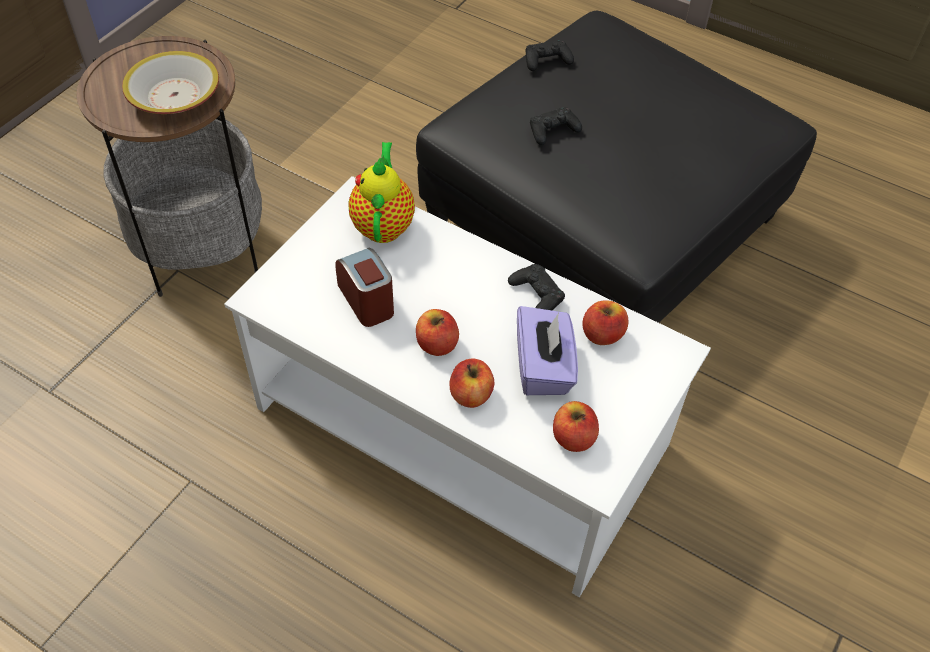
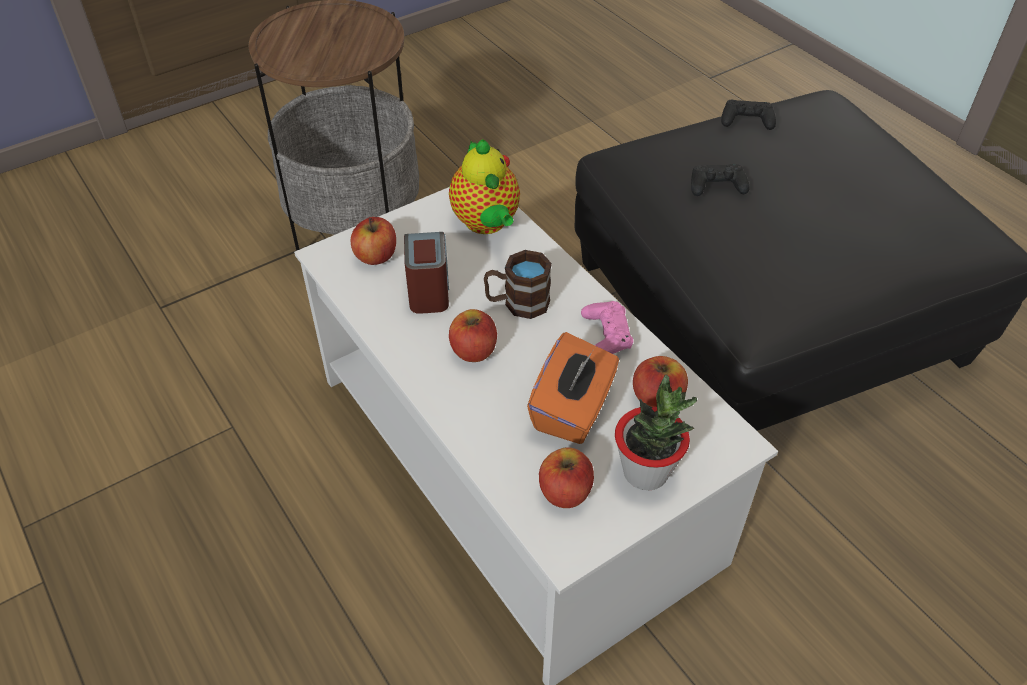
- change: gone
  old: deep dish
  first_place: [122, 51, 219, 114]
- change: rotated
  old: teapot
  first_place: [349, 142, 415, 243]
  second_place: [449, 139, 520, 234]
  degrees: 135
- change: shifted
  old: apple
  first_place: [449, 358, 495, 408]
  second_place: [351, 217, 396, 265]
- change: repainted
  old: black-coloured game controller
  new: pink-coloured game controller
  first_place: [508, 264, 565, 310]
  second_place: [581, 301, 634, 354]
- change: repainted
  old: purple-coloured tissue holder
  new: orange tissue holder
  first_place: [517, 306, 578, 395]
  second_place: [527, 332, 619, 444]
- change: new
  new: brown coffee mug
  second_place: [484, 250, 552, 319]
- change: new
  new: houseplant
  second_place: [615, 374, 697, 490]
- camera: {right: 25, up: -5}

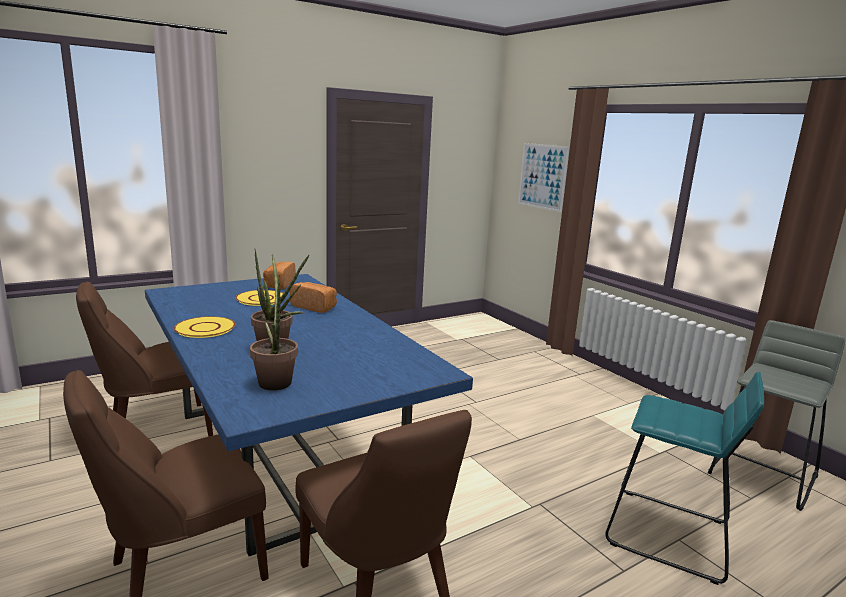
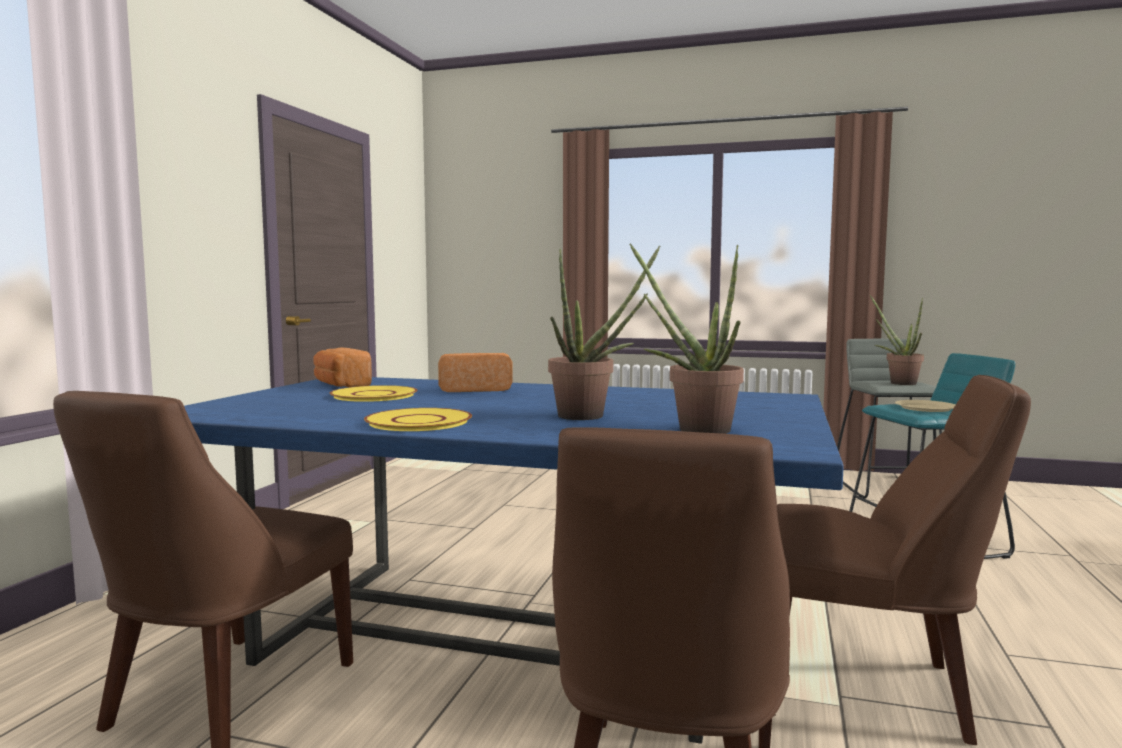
- change: gone
  old: picture
  first_place: [518, 143, 570, 212]
- change: new
  new: houseplant
  second_place: [870, 295, 924, 385]
- change: new
  new: sand-coloured dinner plate
  second_place: [895, 400, 956, 412]
- camera: {right: -40, up: -10}

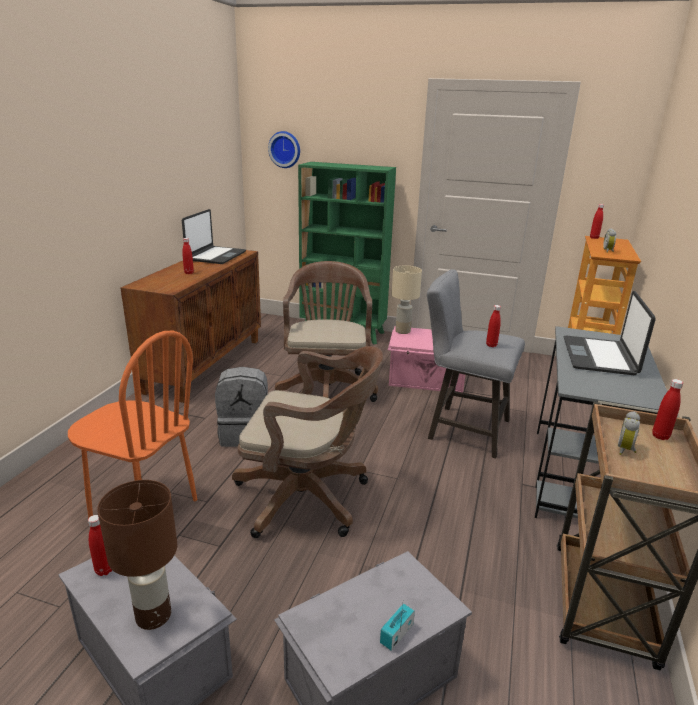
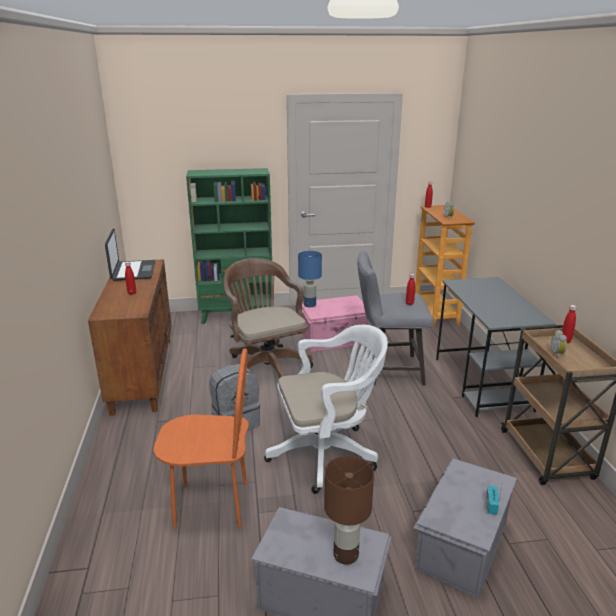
- change: gone
  old: red beverage bottle
  first_place: [88, 515, 112, 576]
- change: repainted
  old: brown computer chair
  new: white computer chair
  first_place: [232, 346, 383, 538]
  second_place: [264, 325, 388, 494]
- change: gone
  old: clock on the wall
  first_place: [268, 131, 300, 168]
- change: repainted
  old: sand-coloured tabletop lamp
  new: blue-coloured tabletop lamp
  first_place: [392, 266, 422, 334]
  second_place: [298, 251, 322, 307]
- change: gone
  old: laptop
  first_place: [564, 291, 656, 375]
- camera: {right: -25, up: 0}

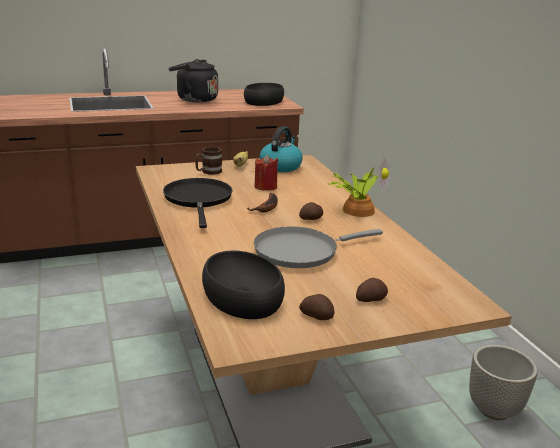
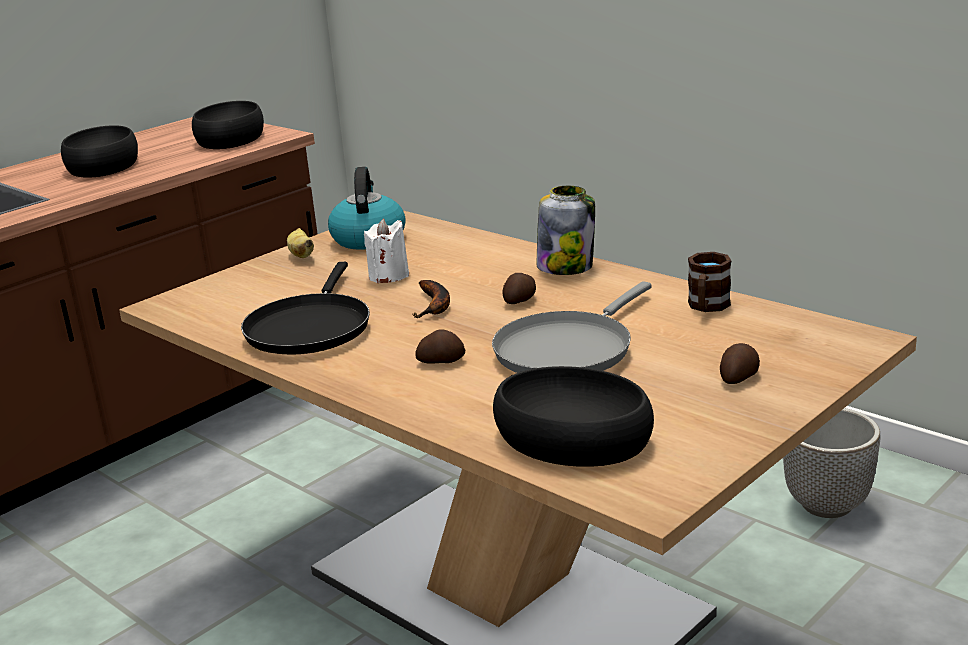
- change: rotated
  old: black-coloured pan
  first_place: [163, 178, 232, 228]
  second_place: [241, 262, 370, 355]
  degrees: -135
- change: swapped
  old: black-coloured tea kettle
  new: black-coloured deep dish
  first_place: [169, 59, 218, 103]
  second_place: [61, 125, 138, 178]
- change: shifted
  old: brown coffee mug
  first_place: [195, 147, 222, 175]
  second_place: [688, 252, 731, 312]
- change: repainted
  old: red wax candle
  new: white wax candle
  first_place: [254, 155, 278, 191]
  second_place: [364, 218, 409, 283]
- change: shifted
  old: spud
  first_place: [299, 294, 335, 320]
  second_place: [415, 329, 465, 364]
- change: swapped
  old: houseplant
  new: preserve jar
  first_place: [328, 157, 391, 217]
  second_place: [537, 186, 595, 275]
- camera: {right: -25, up: 0}

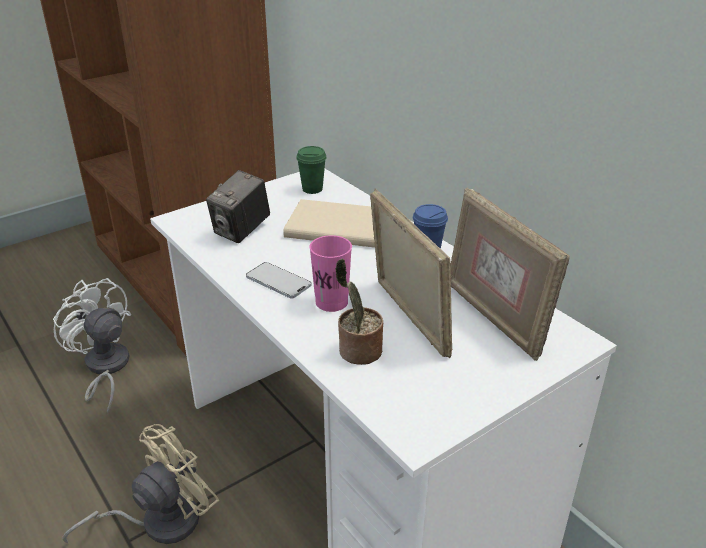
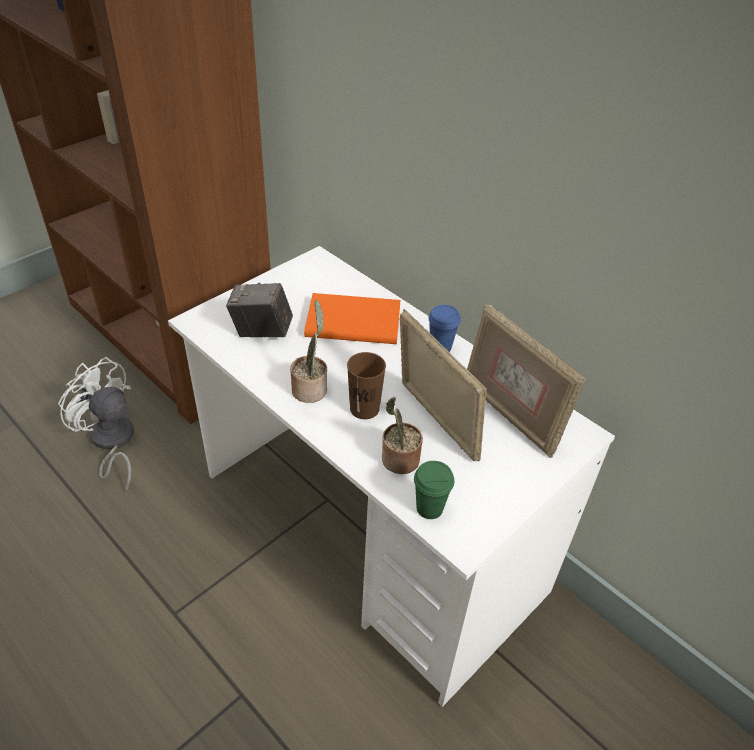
- change: gone
  old: sand-coloured cooling fan
  first_place: [62, 424, 219, 544]
- change: rotated
  old: photo camera
  first_place: [206, 170, 270, 243]
  second_place: [226, 283, 293, 338]
  degrees: 75
- change: swapped
  old: handset
  new: houseplant
  first_place: [246, 262, 312, 299]
  second_place: [290, 300, 327, 403]
- change: repainted
  old: sand-coloured bound book
  new: orange bound book
  first_place: [283, 199, 375, 248]
  second_place: [304, 293, 401, 344]
- change: shifted
  old: green drinking cup
  first_place: [296, 146, 327, 194]
  second_place: [414, 461, 454, 519]
- change: repainted
  old: pink-coloured drinking cup
  new: brown drinking cup
  first_place: [309, 235, 352, 312]
  second_place: [347, 352, 386, 419]
- camera: {right: -10, up: 10}

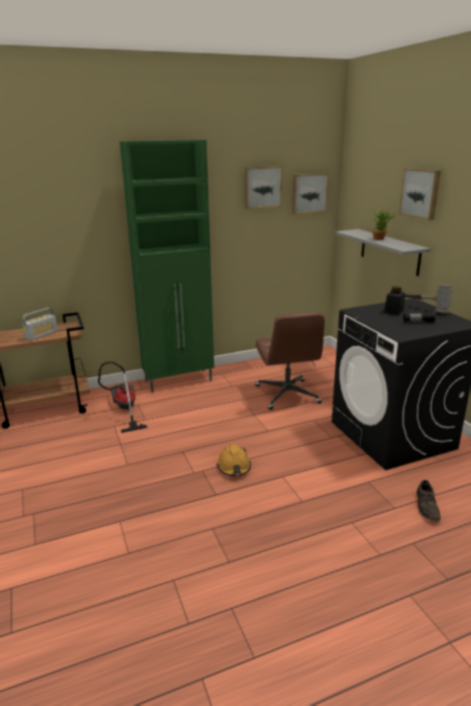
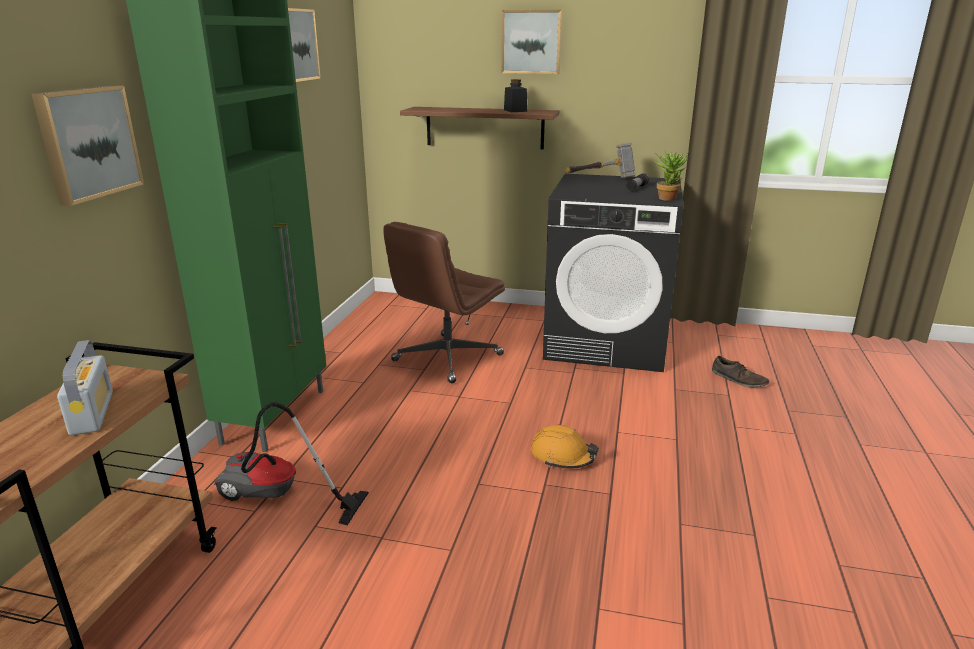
- change: rotated
  old: brown computer chair
  first_place: [255, 312, 325, 410]
  second_place: [383, 222, 505, 383]
  degrees: 105
- change: shifted
  old: picture
  first_place: [292, 173, 329, 214]
  second_place: [31, 85, 144, 206]
- change: repainted
  old: grey wall shelf
  new: brown wall shelf
  first_place: [335, 229, 430, 276]
  second_place: [400, 107, 559, 150]
- change: shifted
  old: houseplant
  first_place: [372, 209, 395, 240]
  second_place: [653, 151, 689, 201]
- change: shifted
  old: black-coloured preserve jar
  first_place: [384, 286, 405, 315]
  second_place: [504, 79, 527, 112]
- camera: {right: -55, up: 0}

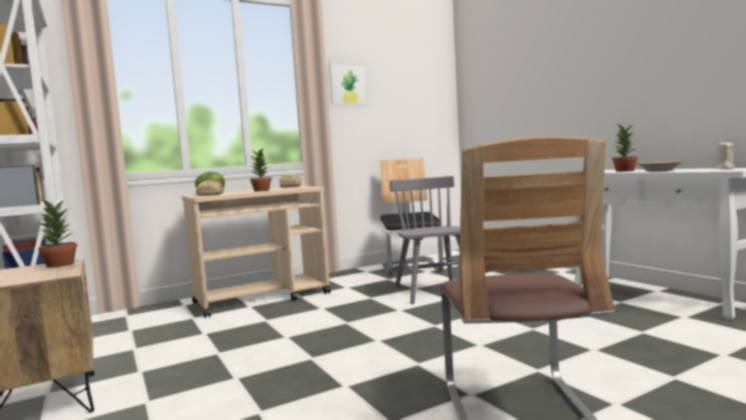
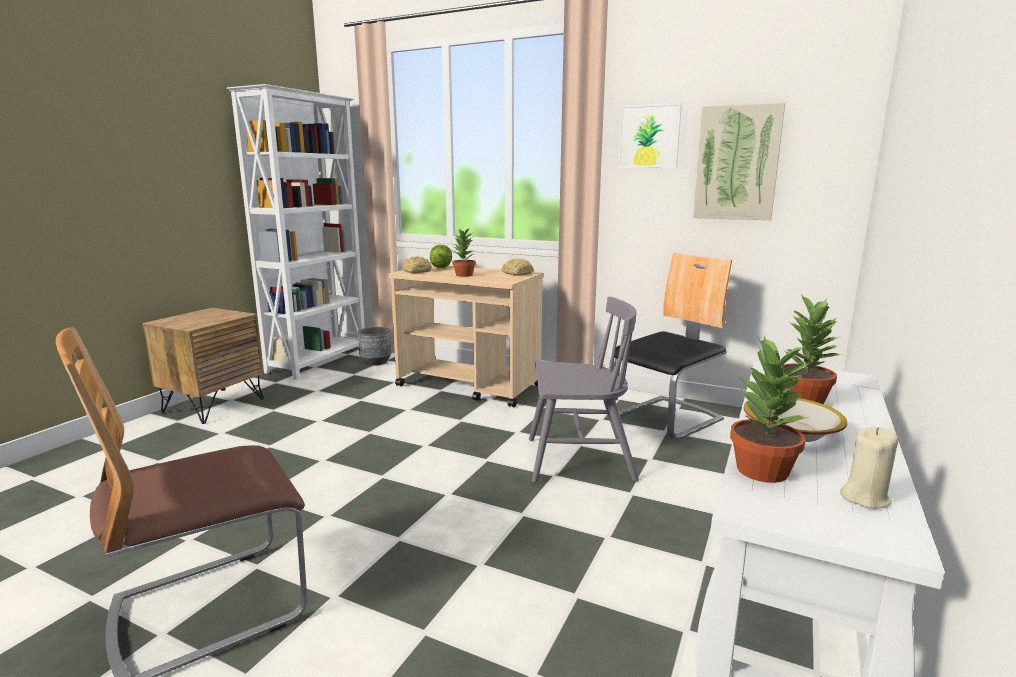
- change: shifted
  old: houseplant
  first_place: [38, 198, 77, 267]
  second_place: [730, 336, 810, 483]
- change: rotated
  old: grey plain chair
  first_place: [390, 176, 460, 304]
  second_place: [529, 297, 639, 482]
  degrees: 45
- change: new
  new: grey plant pot
  second_place: [358, 327, 391, 366]
- change: new
  new: picture
  second_place: [693, 103, 785, 220]
- camera: {right: 55, up: 10}

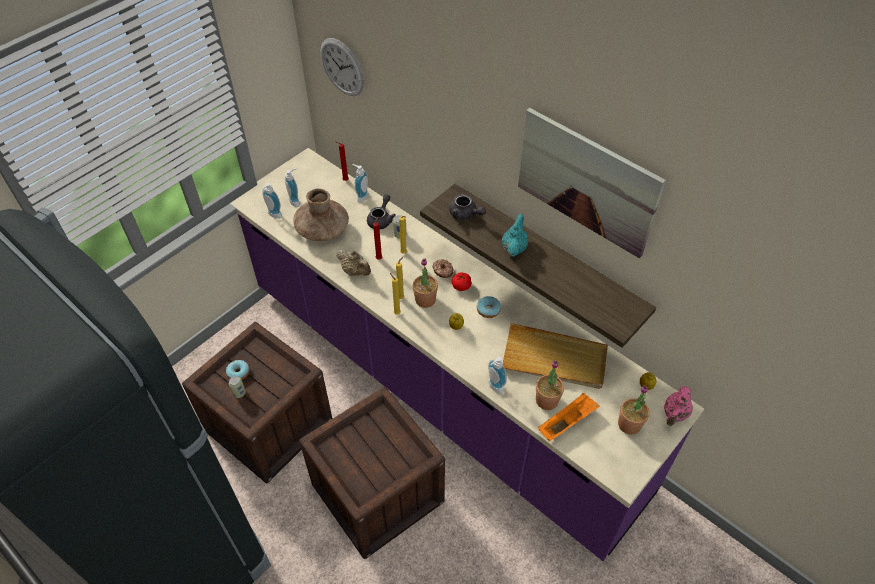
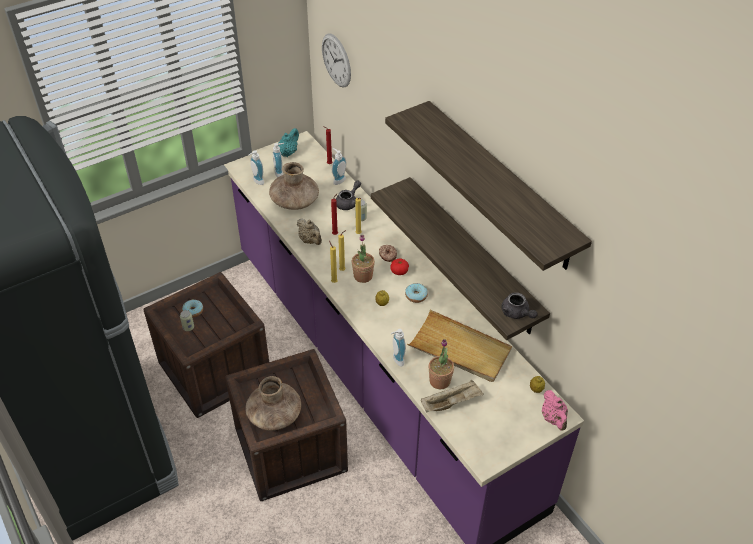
- change: shifted
  old: grey teapot
  first_place: [449, 194, 486, 220]
  second_place: [501, 292, 537, 319]
- change: shifted
  old: turquoise teapot
  first_place: [502, 214, 528, 257]
  second_place: [278, 128, 299, 157]
- change: swapped
  old: picture
  new: wall shelf
  first_place: [518, 108, 666, 258]
  second_place: [385, 101, 592, 271]
- change: repainted
  old: orange carrying tray
  new: sand-coloured carrying tray
  first_place: [538, 393, 600, 441]
  second_place: [421, 380, 484, 412]
- change: gone
  old: houseplant
  first_place: [618, 385, 649, 435]
- change: rotated
  old: pink-coloured teapot
  first_place: [664, 386, 693, 426]
  second_place: [542, 390, 568, 431]
  degrees: -60
- change: new
  new: brown vase
  second_place: [245, 376, 301, 431]
- camera: {right: 15, up: -5}

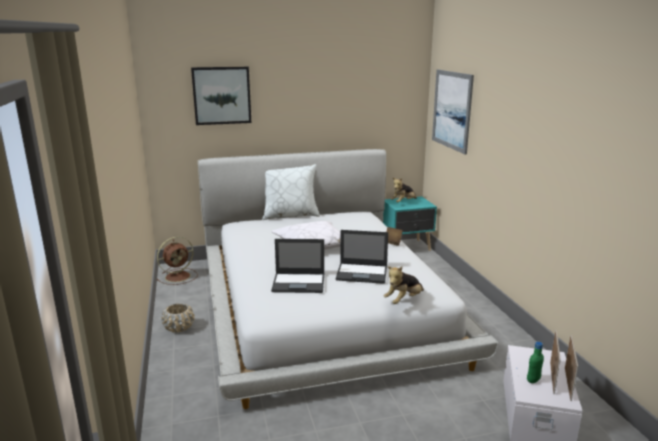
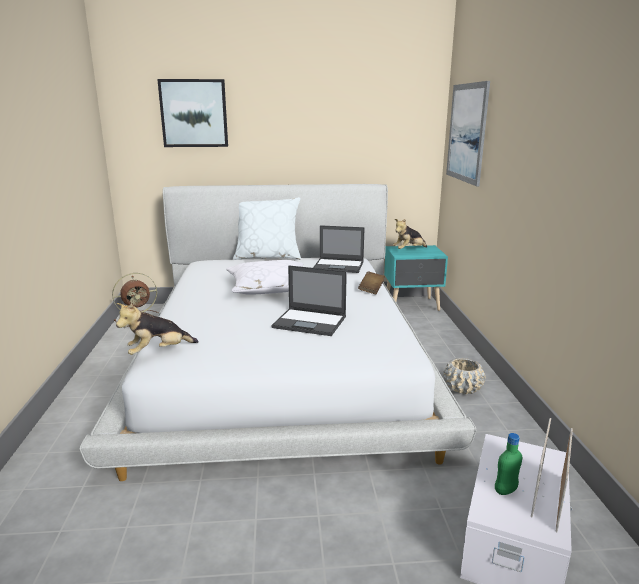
- change: shifted
  old: sand-coloured plant pot
  first_place: [161, 303, 195, 333]
  second_place: [443, 358, 486, 394]
- change: shifted
  old: laptop
  first_place: [271, 239, 324, 293]
  second_place: [313, 225, 365, 273]
- change: shifted
  old: plush toy
  first_place: [384, 266, 424, 304]
  second_place: [116, 303, 199, 355]
- camera: {right: 10, up: 0}

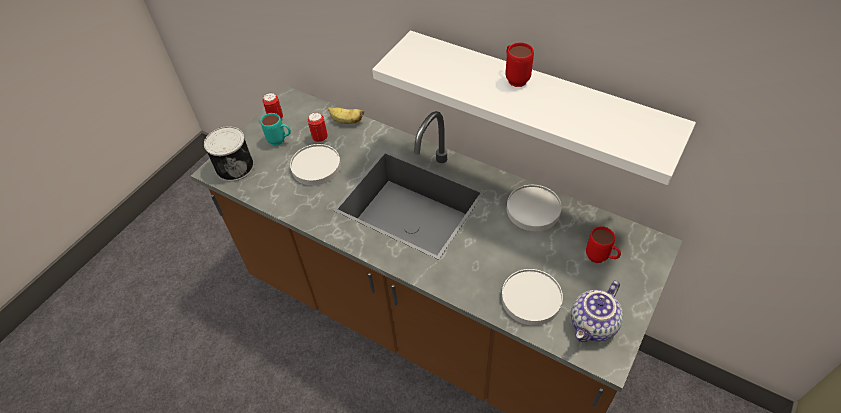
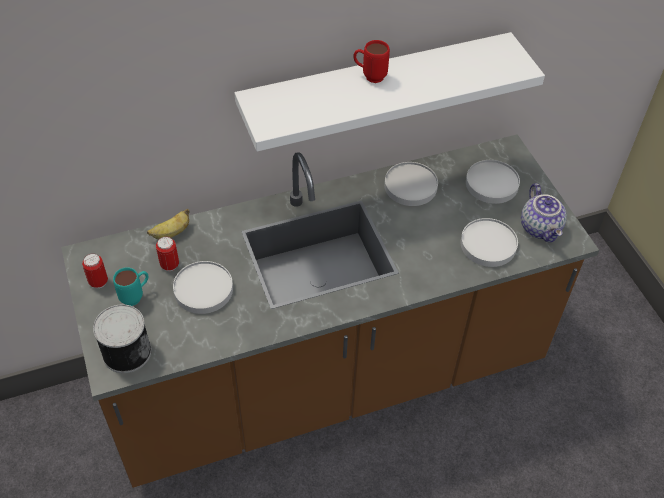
- change: swapped
  old: red coffee mug
  new: white dinner plate
  first_place: [586, 226, 621, 263]
  second_place: [466, 160, 520, 204]
- camera: {right: -55, up: 0}

